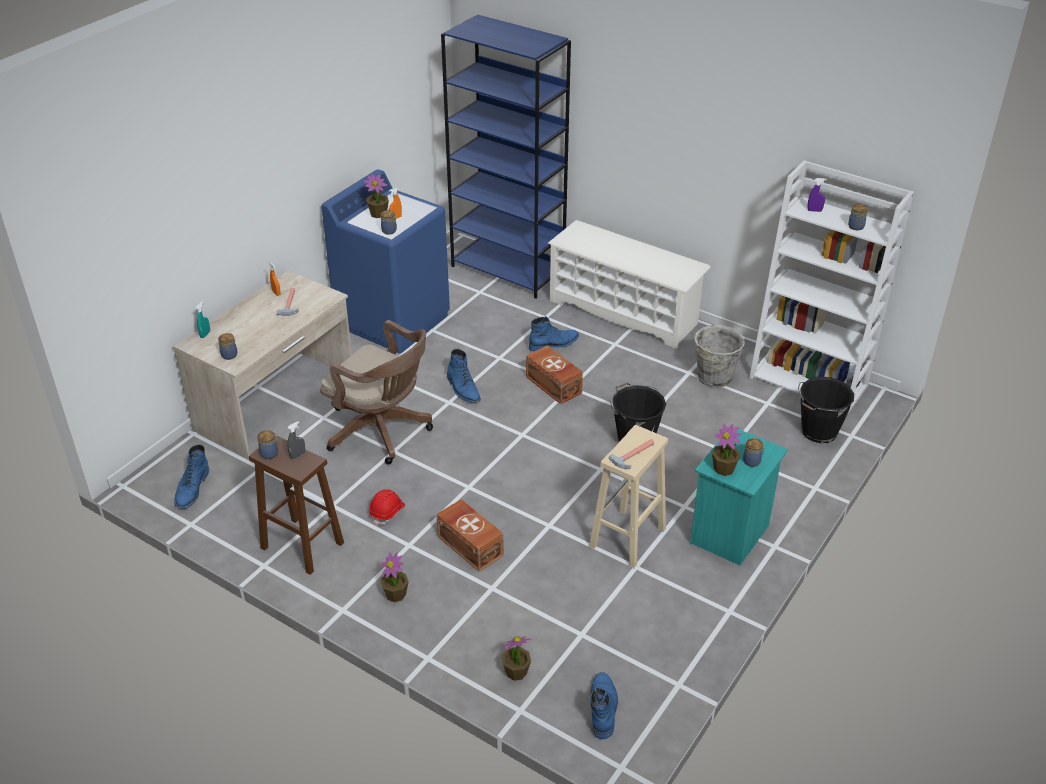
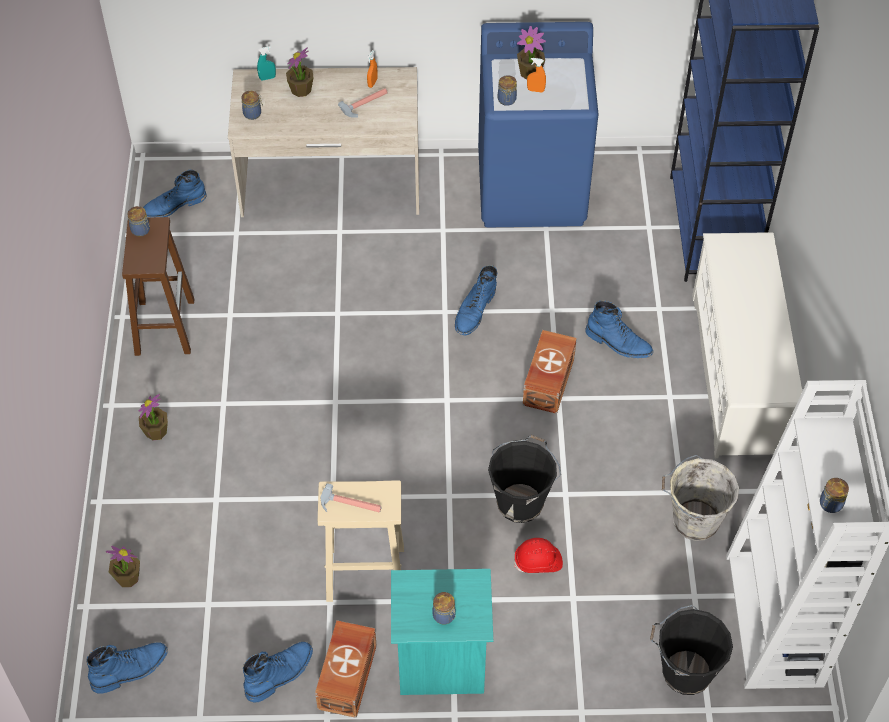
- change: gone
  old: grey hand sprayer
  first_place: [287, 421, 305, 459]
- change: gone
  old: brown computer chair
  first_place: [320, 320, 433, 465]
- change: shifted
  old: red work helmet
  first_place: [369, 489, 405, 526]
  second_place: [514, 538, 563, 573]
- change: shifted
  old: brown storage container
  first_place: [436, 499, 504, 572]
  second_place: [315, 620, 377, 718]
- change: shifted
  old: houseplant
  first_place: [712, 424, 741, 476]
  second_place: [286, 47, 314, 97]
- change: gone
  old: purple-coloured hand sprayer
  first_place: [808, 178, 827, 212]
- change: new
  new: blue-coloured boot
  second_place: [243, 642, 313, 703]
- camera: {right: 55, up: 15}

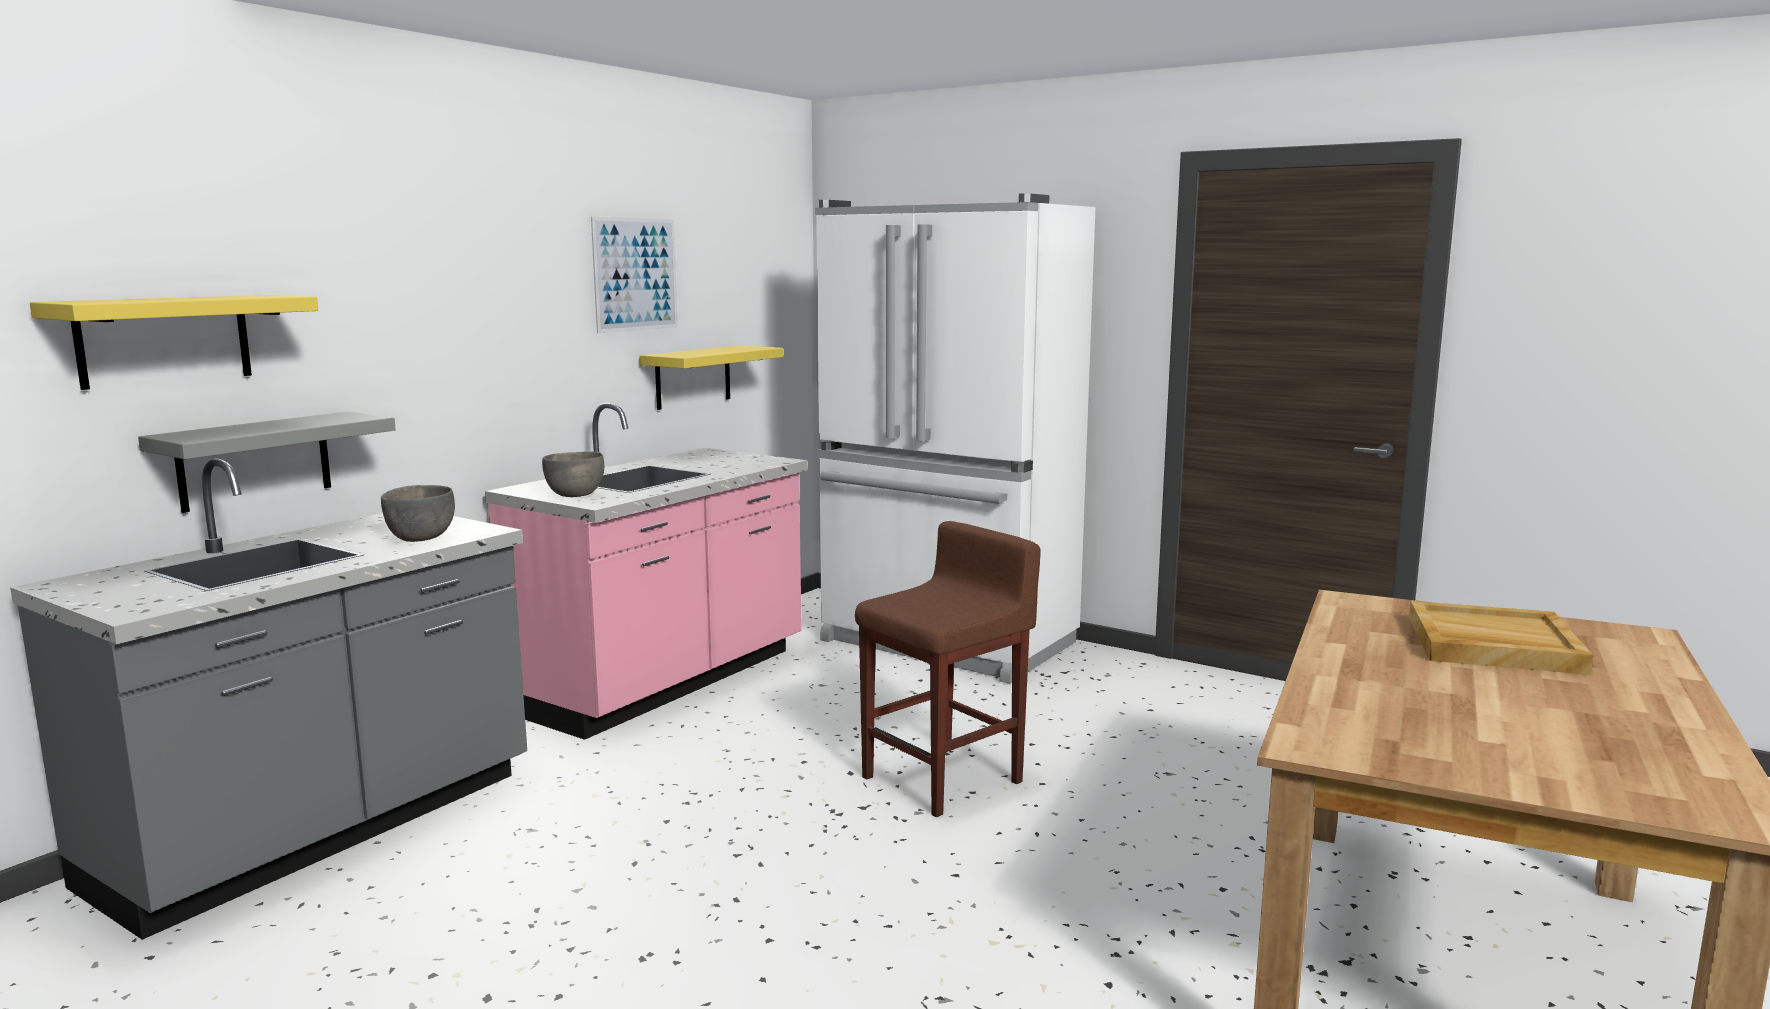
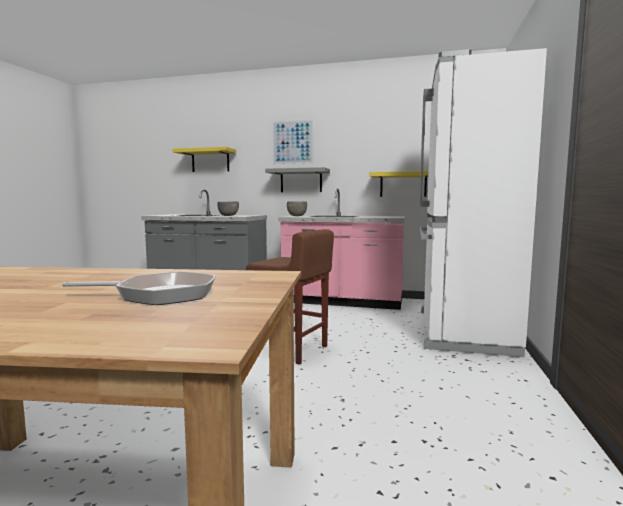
- change: shifted
  old: grey wall shelf
  first_place: [138, 412, 396, 513]
  second_place: [265, 167, 330, 192]
- change: shifted
  old: picture
  first_place: [591, 217, 678, 333]
  second_place: [273, 120, 313, 164]
- change: swapped
  old: sand-coloured carrying tray
  new: pan
  first_place: [1409, 601, 1593, 675]
  second_place: [62, 272, 215, 305]
- camera: {right: 70, up: -5}

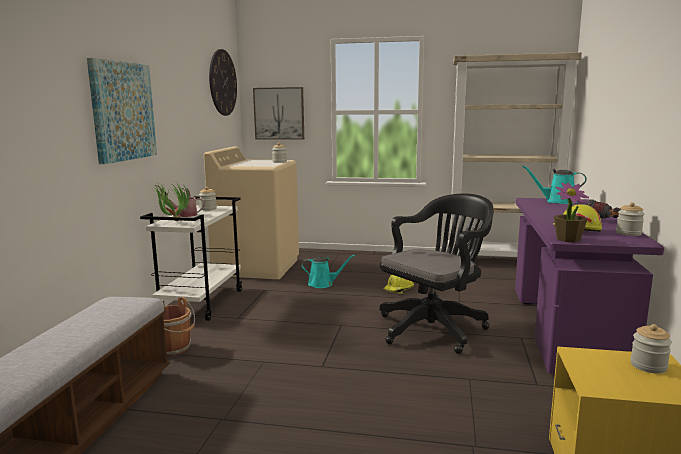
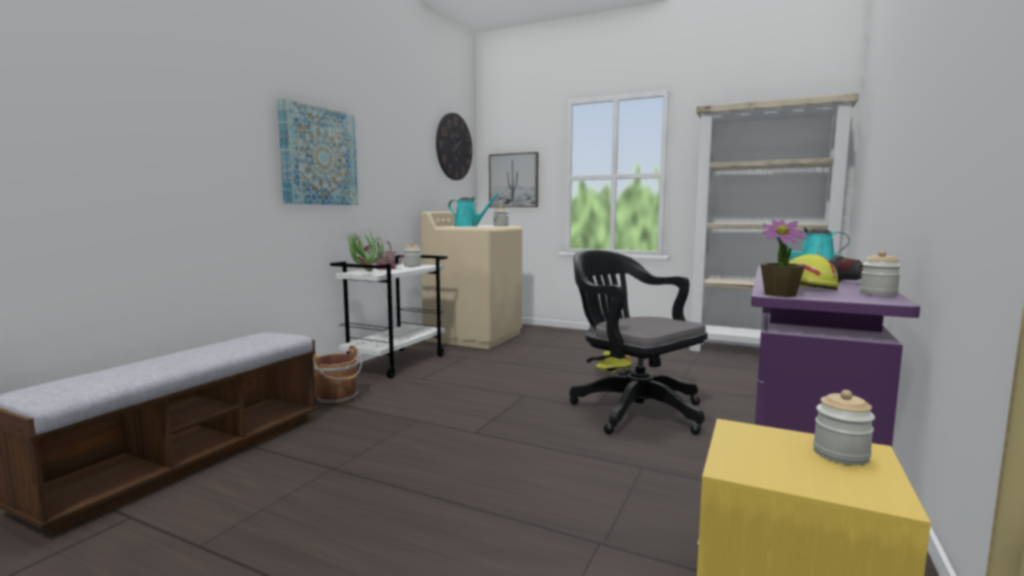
- change: shifted
  old: turquoise watering can
  first_place: [301, 255, 355, 288]
  second_place: [448, 194, 499, 227]
- change: rotated
  old: black-coloured computer chair
  first_place: [379, 194, 494, 354]
  second_place: [570, 249, 708, 435]
  degrees: -105
- camera: {right: 15, up: -5}

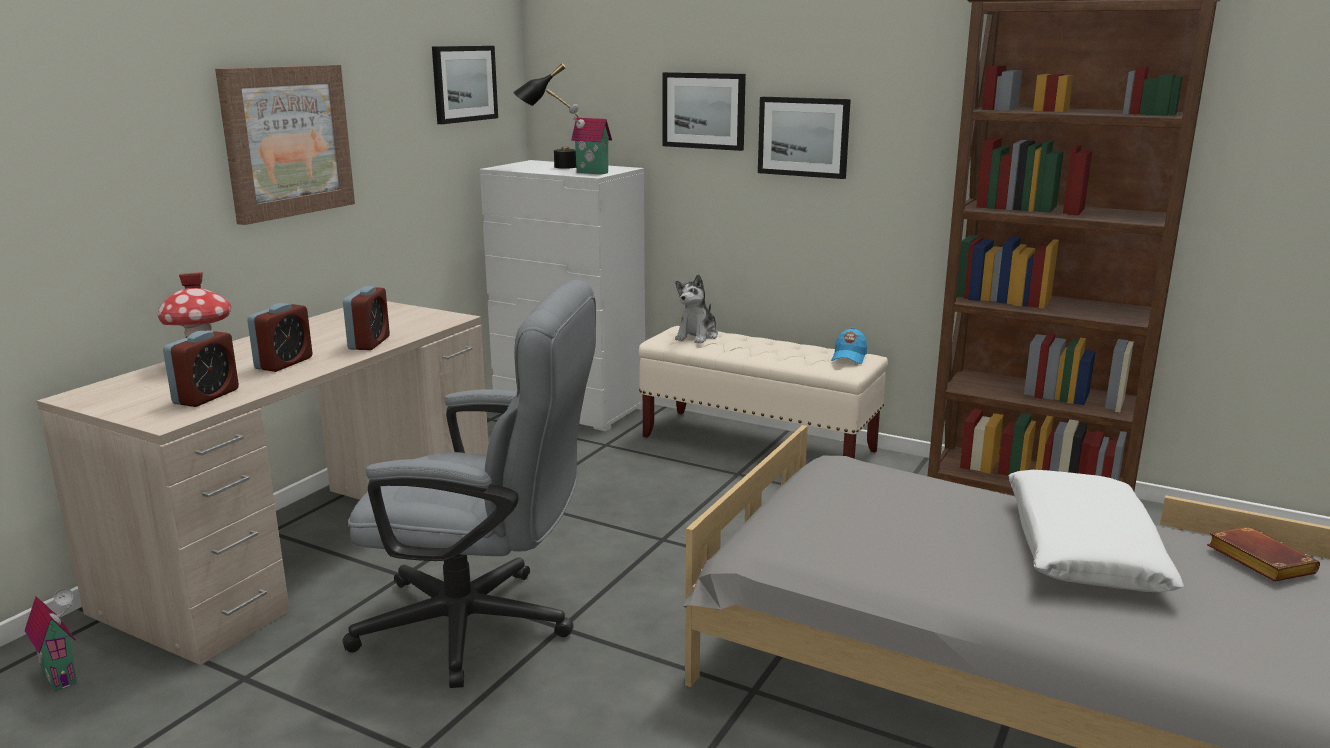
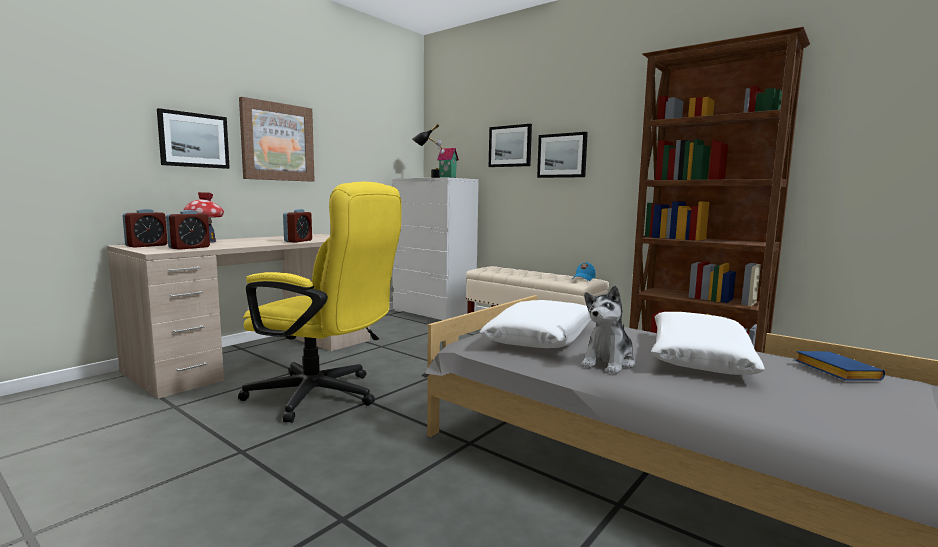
- change: gone
  old: toy house
  first_place: [24, 588, 77, 691]
- change: shifted
  old: bedside clock
  first_place: [247, 303, 313, 372]
  second_place: [122, 209, 168, 248]
- change: repainted
  old: grey computer chair
  new: yellow-coloured computer chair
  first_place: [342, 280, 596, 688]
  second_place: [238, 182, 402, 423]
- change: shifted
  old: picture
  first_place: [432, 46, 498, 124]
  second_place: [157, 108, 230, 169]
- change: shifted
  old: plush toy
  first_place: [675, 274, 718, 343]
  second_place: [581, 285, 636, 374]
- change: repainted
  old: brown bound book
  new: blue-coloured bound book
  first_place: [1207, 527, 1320, 582]
  second_place: [795, 351, 885, 380]
- change: new
  new: white cushion
  second_place: [480, 300, 591, 348]
- camera: {right: 10, up: -10}

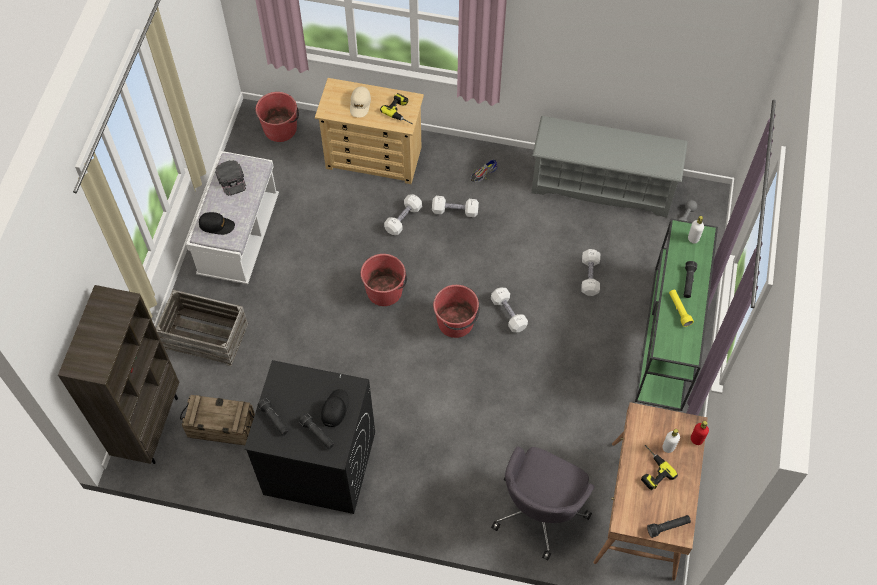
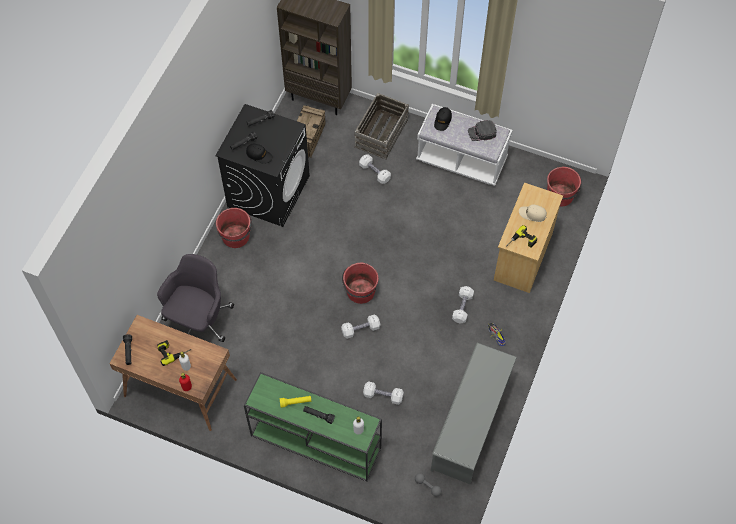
- change: shifted
  old: red bucket
  first_place: [360, 254, 407, 306]
  second_place: [216, 208, 252, 248]
- change: shifted
  old: white dumbbell
  first_place: [384, 194, 422, 235]
  second_place: [359, 154, 391, 184]
- change: rotated
  old: grey computer chair
  first_place: [491, 446, 595, 561]
  second_place: [157, 254, 234, 342]
  degrees: 75
- camera: {right: 100, up: 0}

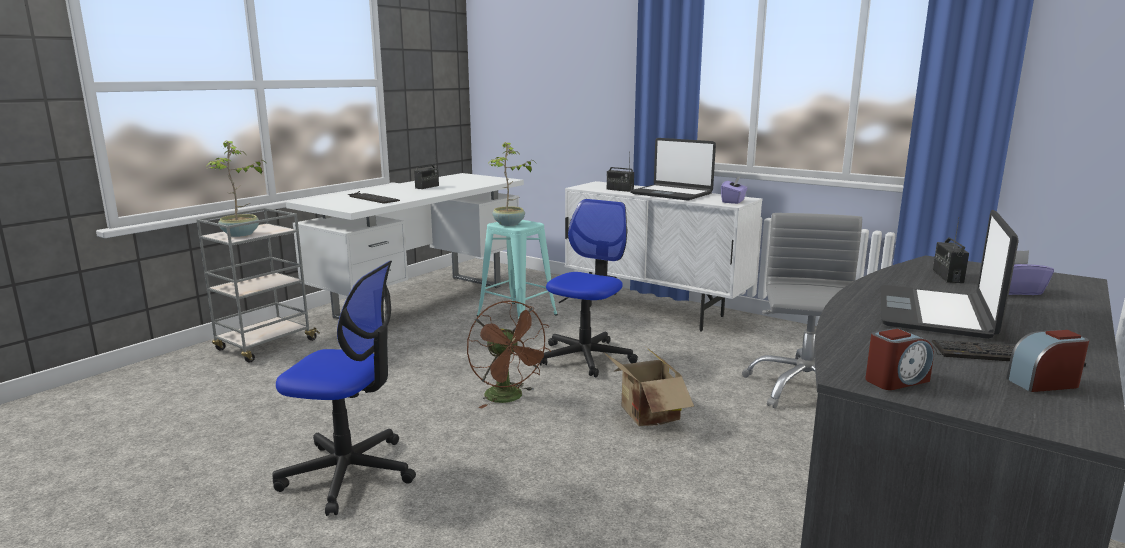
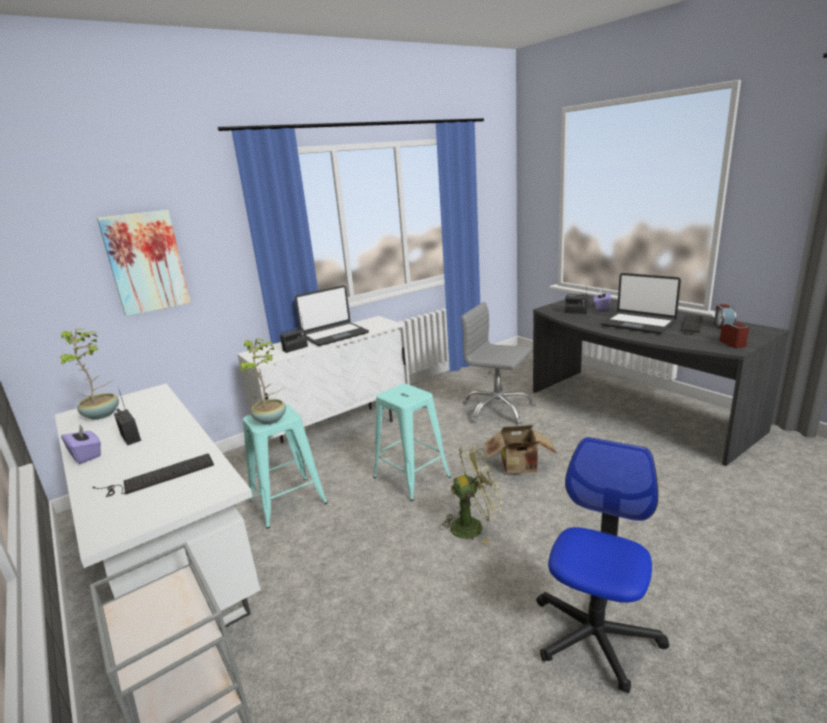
- change: shifted
  old: houseplant
  first_place: [205, 140, 266, 237]
  second_place: [60, 328, 119, 420]
- change: repainted
  old: brown cooling fan
  new: green cooling fan
  first_place: [467, 301, 551, 409]
  second_place: [439, 444, 503, 544]
- change: swapped
  old: computer chair
  new: turquoise stool
  first_place: [540, 199, 638, 377]
  second_place: [373, 384, 451, 501]
- change: shifted
  old: purple-coloured tissue holder
  first_place: [721, 176, 748, 204]
  second_place: [61, 425, 101, 464]
- change: new
  new: picture
  second_place: [97, 210, 191, 316]
- camera: {right: -70, up: 5}

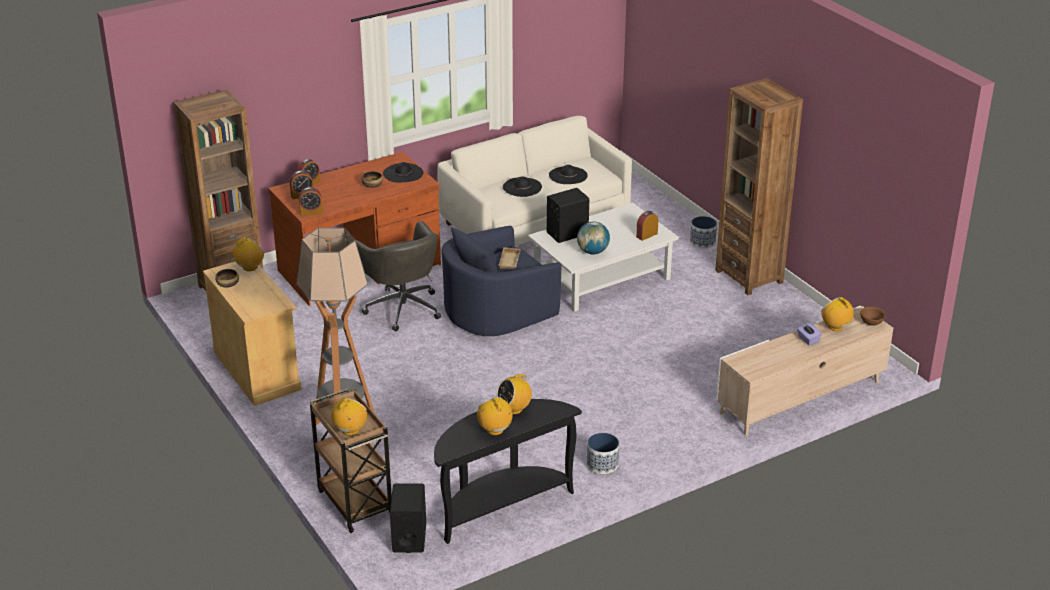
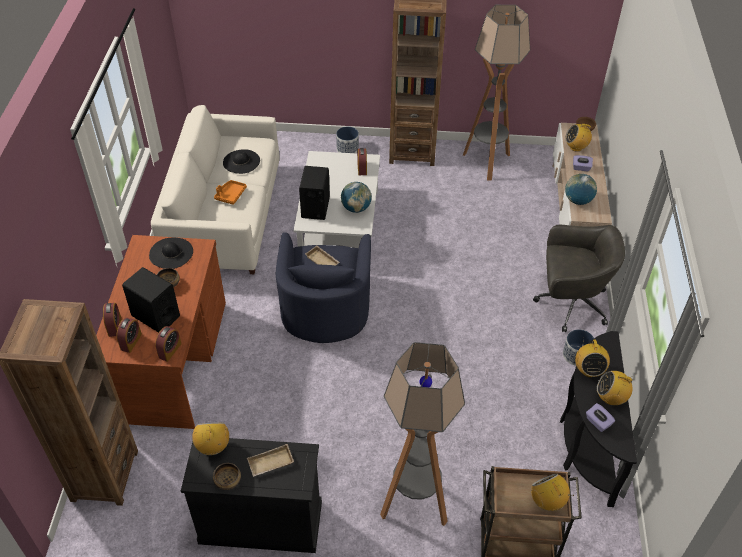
- change: repainted
  old: sand-coloured storage cabinet
  new: black-coloured storage cabinet
  first_place: [203, 262, 302, 406]
  second_place: [181, 438, 322, 553]
- change: shifted
  old: grey computer chair
  first_place: [356, 221, 441, 331]
  second_place: [533, 225, 625, 332]
- change: shifted
  old: black-coloured loudspeaker
  first_place: [390, 483, 426, 553]
  second_place: [122, 267, 180, 333]
- change: swapped
  old: black-coloured wearable hat
  new: orange carrying tray
  first_place: [503, 176, 542, 197]
  second_place: [214, 180, 247, 205]
- change: new
  new: sand-coloured carrying tray
  second_place: [247, 444, 294, 477]
- change: new
  new: standing lamp
  second_place: [463, 5, 530, 181]
- change: new
  new: desk globe
  second_place: [565, 174, 597, 205]
- change: new
  new: purple-coloured tissue holder
  second_place: [586, 403, 615, 432]
- camera: {right: -55, up: 15}

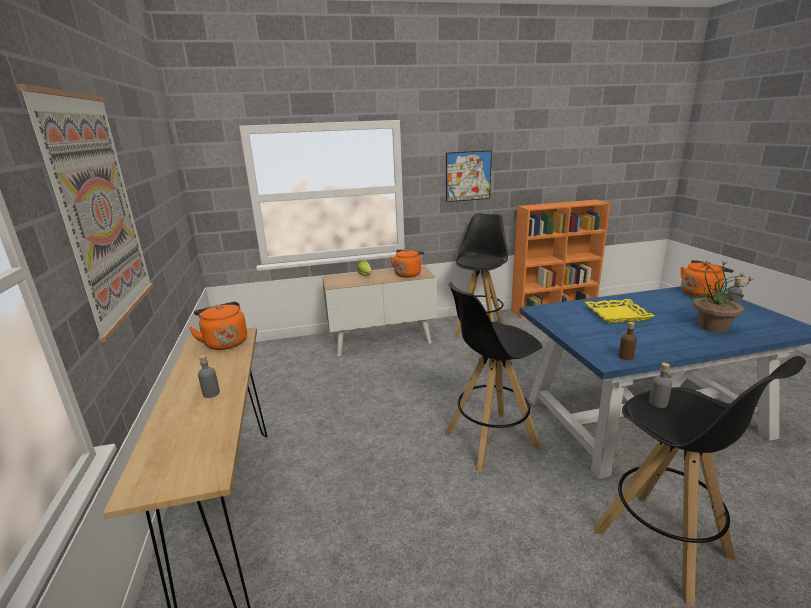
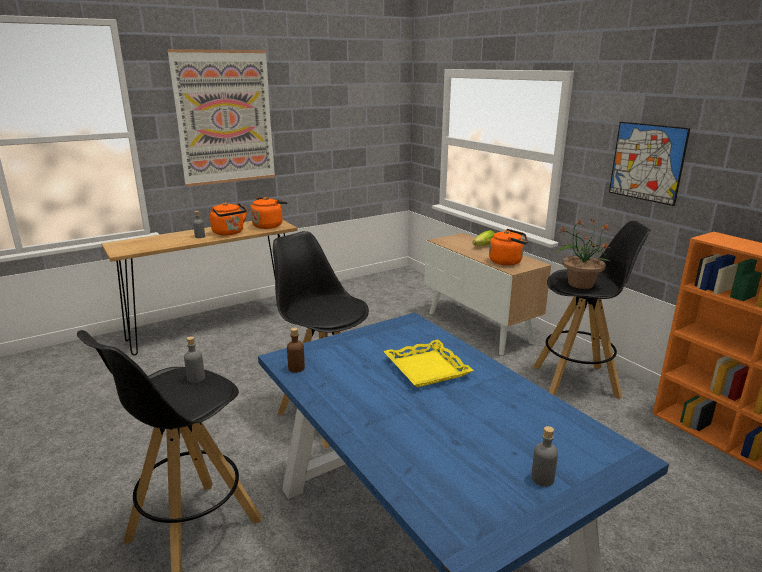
- change: shifted
  old: orange tea kettle
  first_place: [681, 260, 734, 297]
  second_place: [210, 203, 247, 236]
- change: shifted
  old: houseplant
  first_place: [690, 260, 753, 332]
  second_place: [556, 219, 611, 289]
- camera: {right: 70, up: 0}

